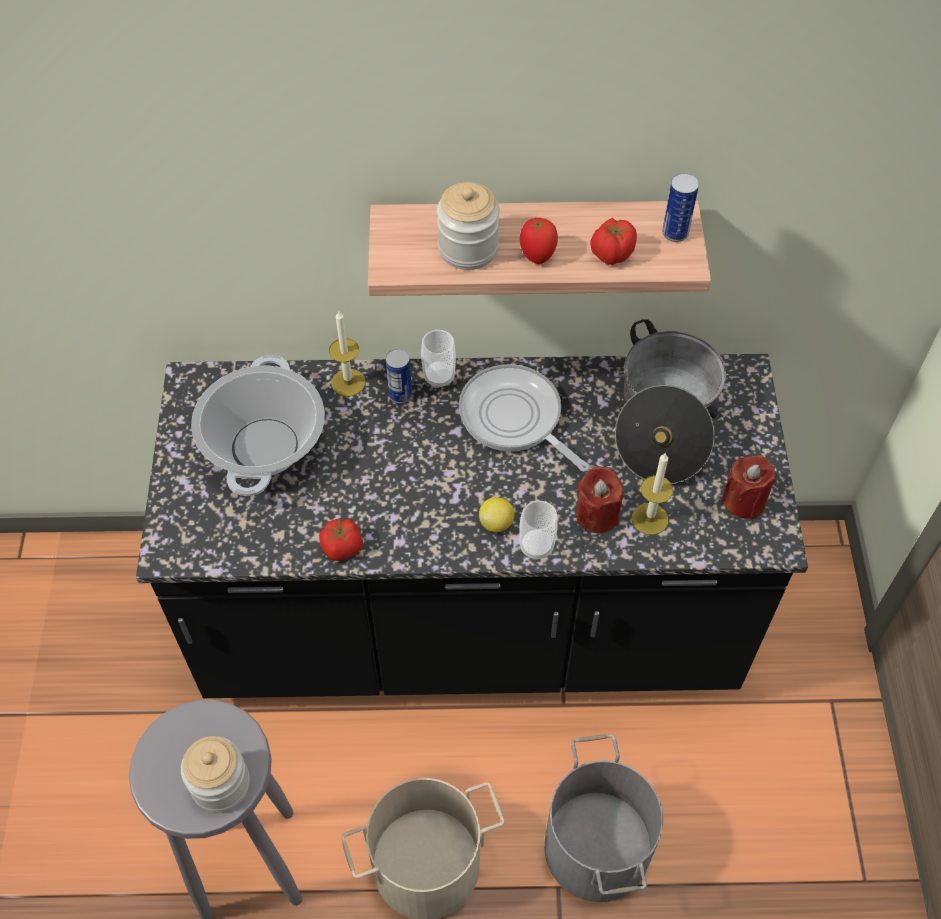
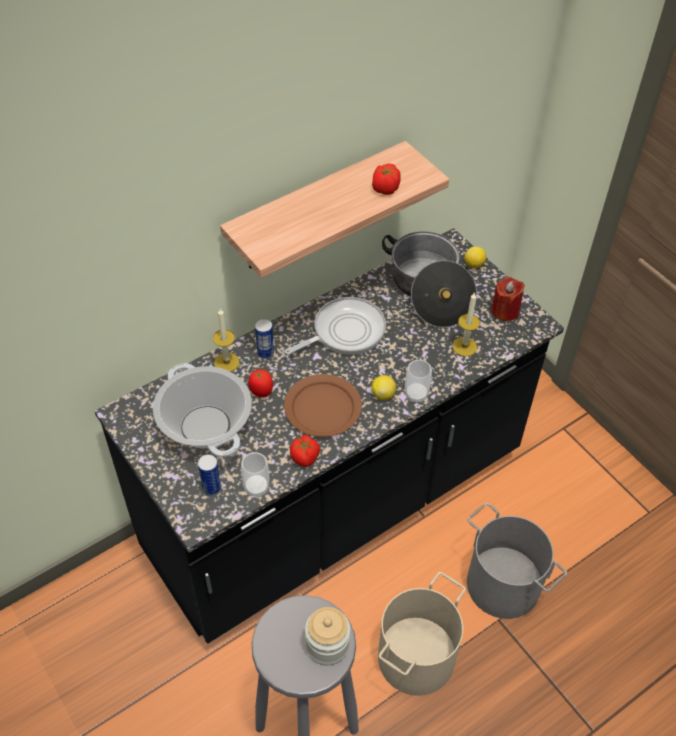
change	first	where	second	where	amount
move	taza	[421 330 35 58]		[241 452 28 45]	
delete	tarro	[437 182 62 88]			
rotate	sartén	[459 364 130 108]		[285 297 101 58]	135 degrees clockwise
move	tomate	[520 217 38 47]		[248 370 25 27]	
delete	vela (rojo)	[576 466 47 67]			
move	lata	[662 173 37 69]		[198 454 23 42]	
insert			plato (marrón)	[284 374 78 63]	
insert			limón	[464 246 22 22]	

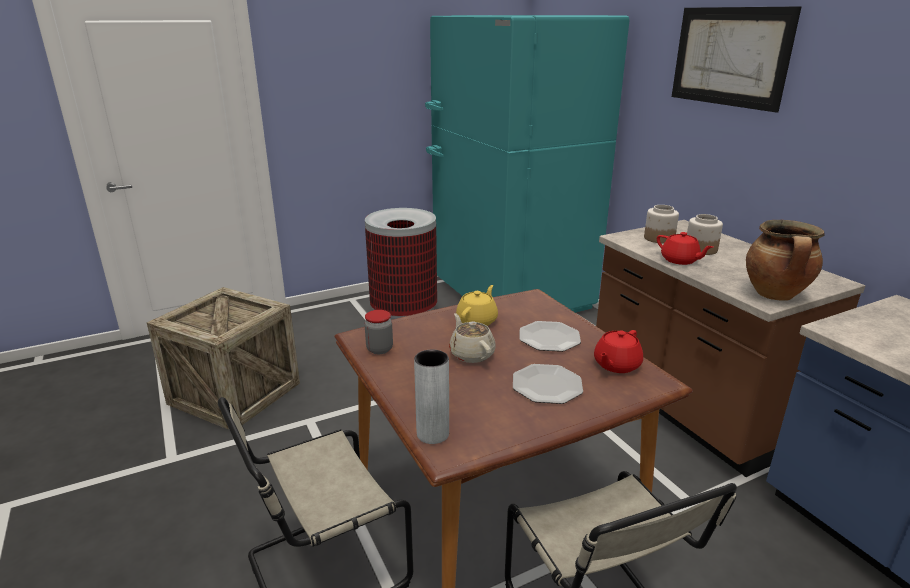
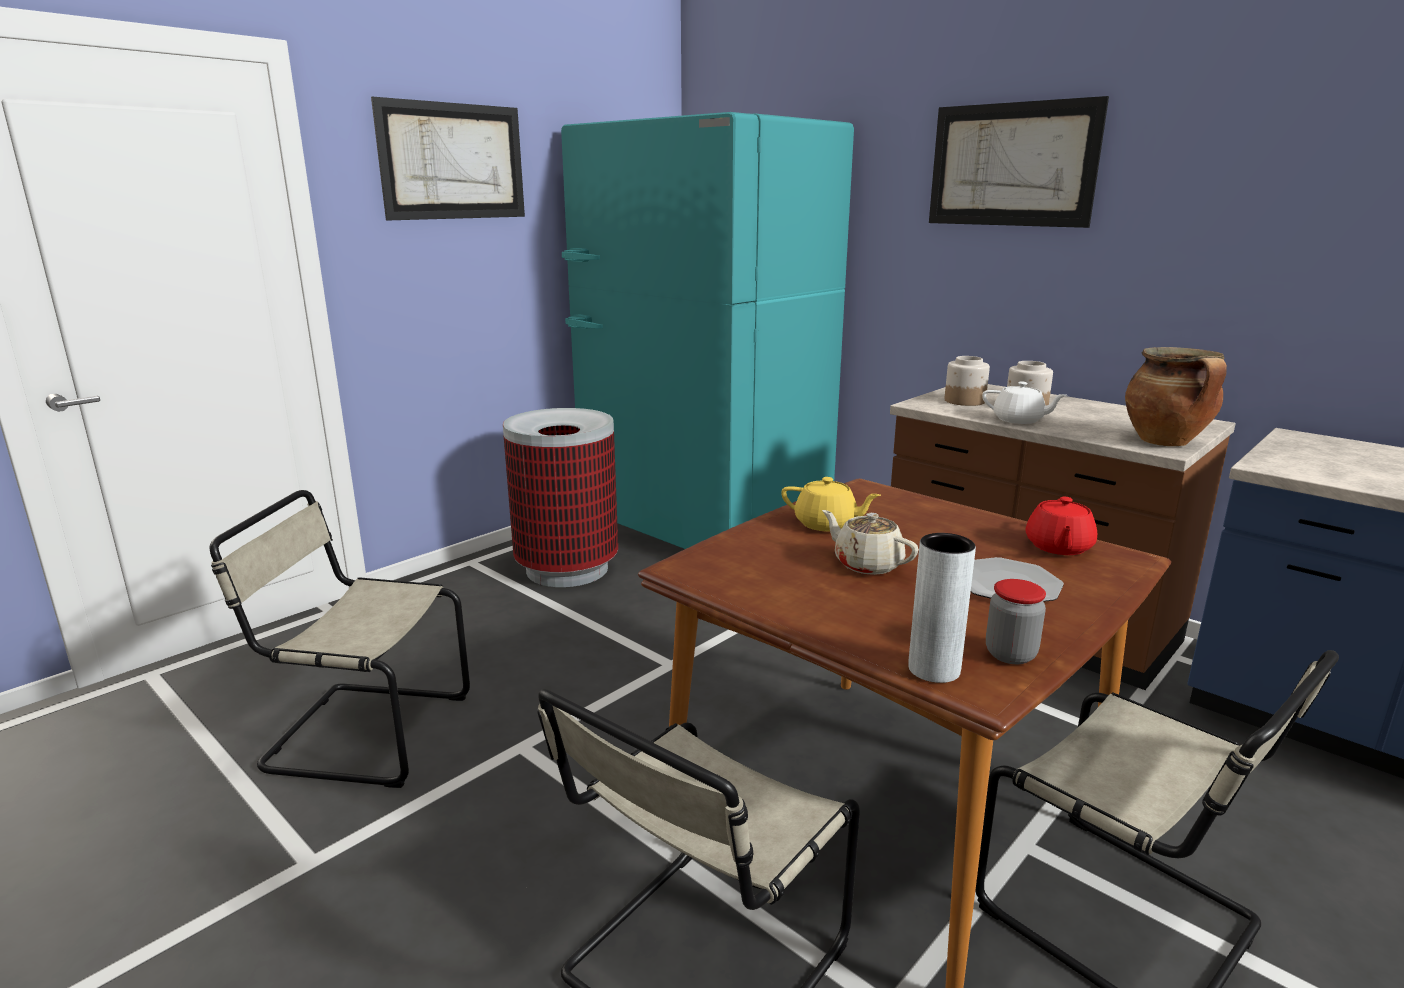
change	first	where	second	where	amount
replace	caja de embalaje	[147 287 153 143]	silla (beis)	[209 490 261 298]	
move	tarro	[364 310 29 44]		[986 579 60 85]	
rotate	tetera (amarillo)	[456 285 42 41]		[781 477 100 54]	105 degrees clockwise
delete	plato	[519 321 62 31]			
recolor	tetera (rojo)	[657 232 56 33]	tetera (blanco)	[982 382 85 42]	
insert			cuadro	[371 97 154 124]	

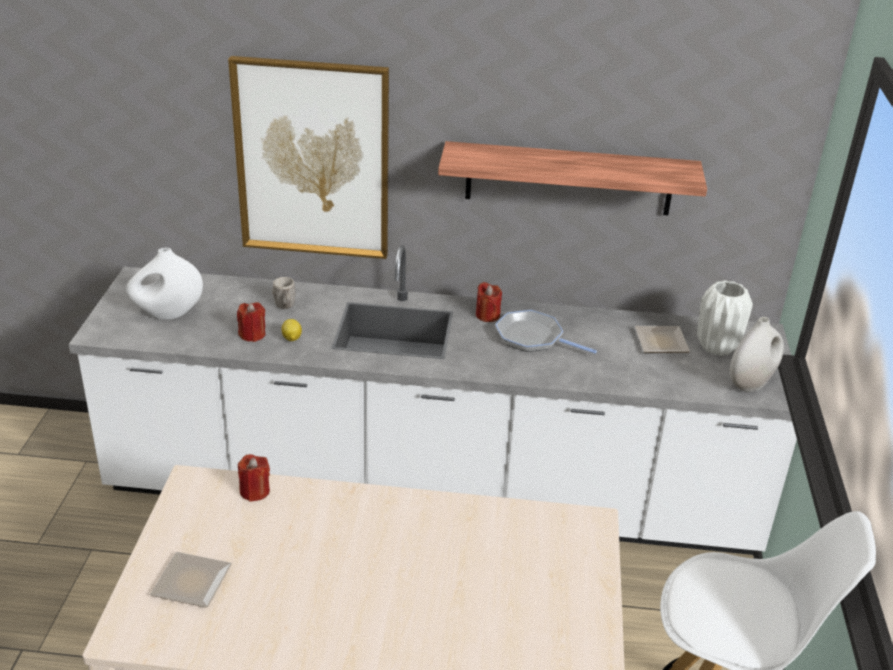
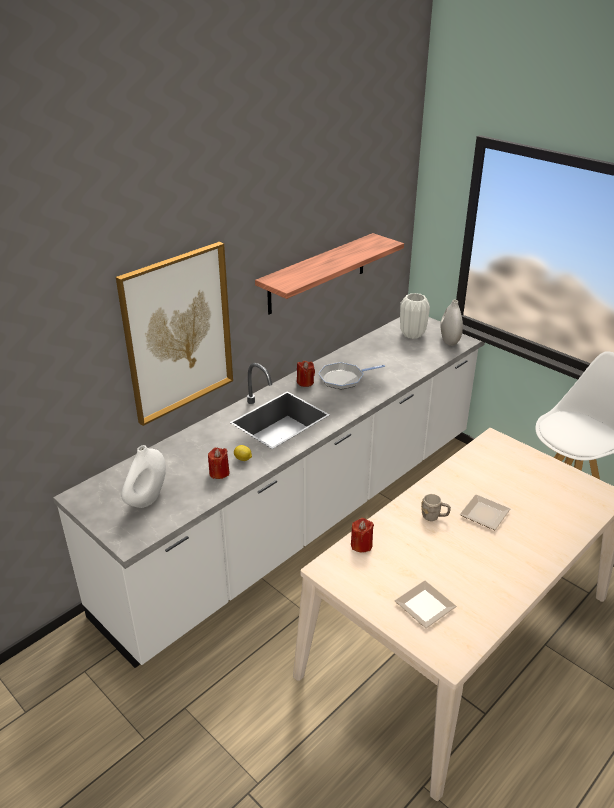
change	first	where	second	where	amount
move	taza grande (gris)	[272 277 23 32]		[421 494 30 27]	
move	plato	[635 326 55 27]		[460 494 50 36]	

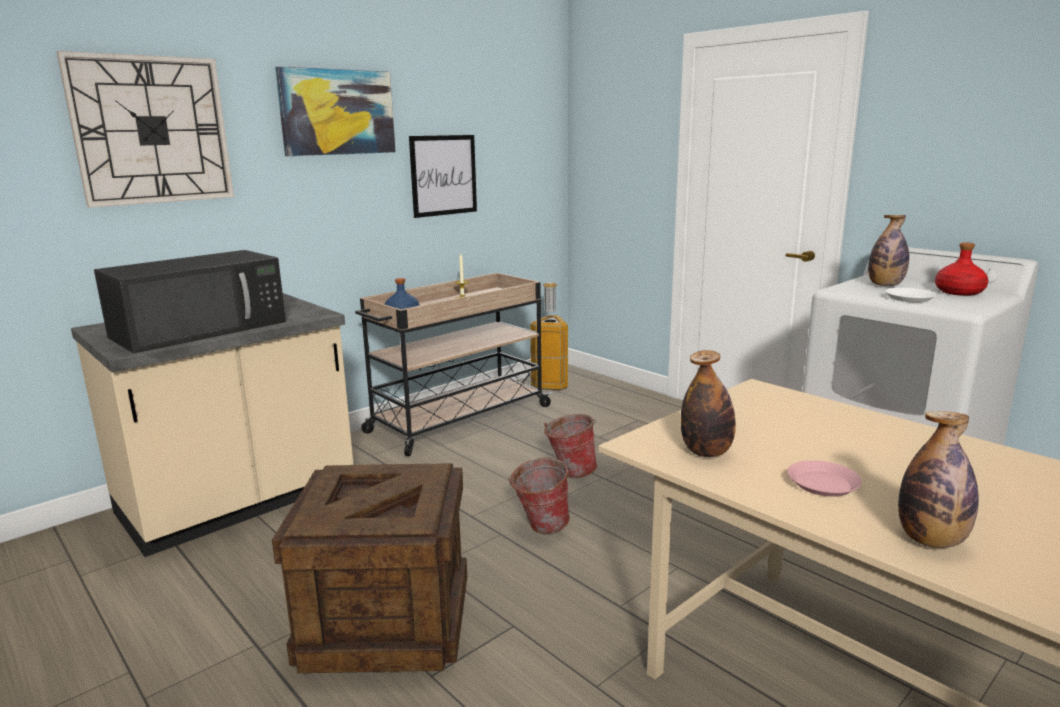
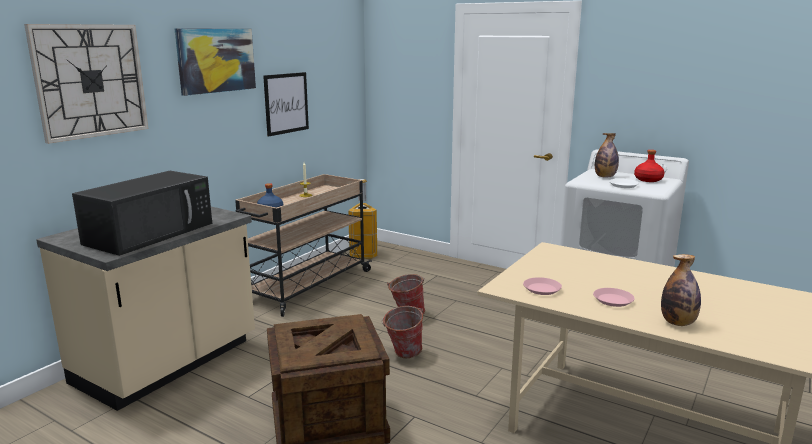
change	first	where	second	where	amount
replace	botella	[681 350 55 107]	plato (rosa)	[523 277 39 18]	

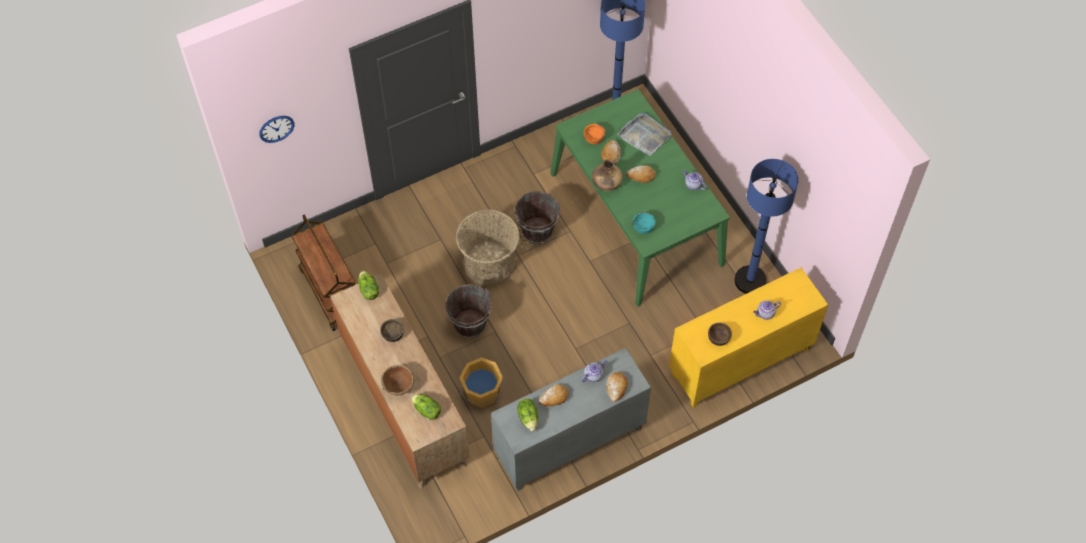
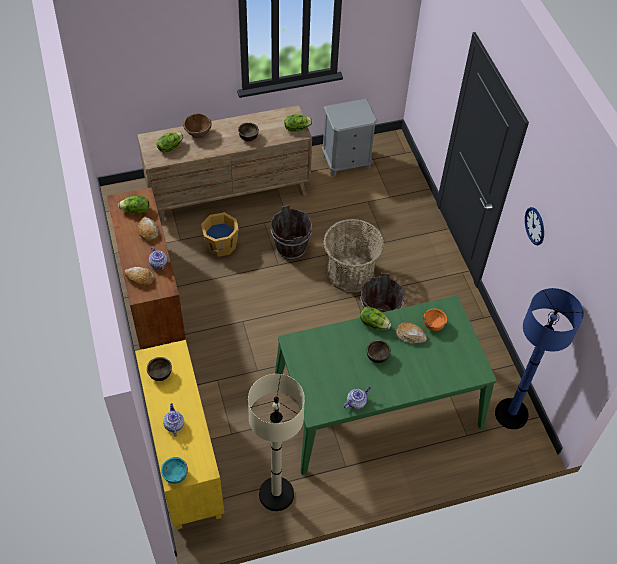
change	first	where	second	where	amount
move	reloj de pared	[259 116 36 27]		[525 207 19 38]	
replace	carrito (marrón)	[291 214 65 117]	mesita de noche (gris)	[322 99 55 78]	
recolor	armario (gris)	[491 348 160 143]	armario (marrón)	[107 187 79 162]	
replace	florero (marrón)	[592 159 31 32]	lechuga	[360 306 31 23]	
delete	bandeja (gris)	[617 112 55 44]			
replace	pan	[626 165 30 18]	cuenco (marrón)	[367 340 24 23]	
move	cuenco (turquesa)	[633 212 22 22]		[161 457 27 27]	
recolor	lámpara de pie (azul)	[734 159 65 135]	lámpara de pie (beis)	[248 374 57 137]	

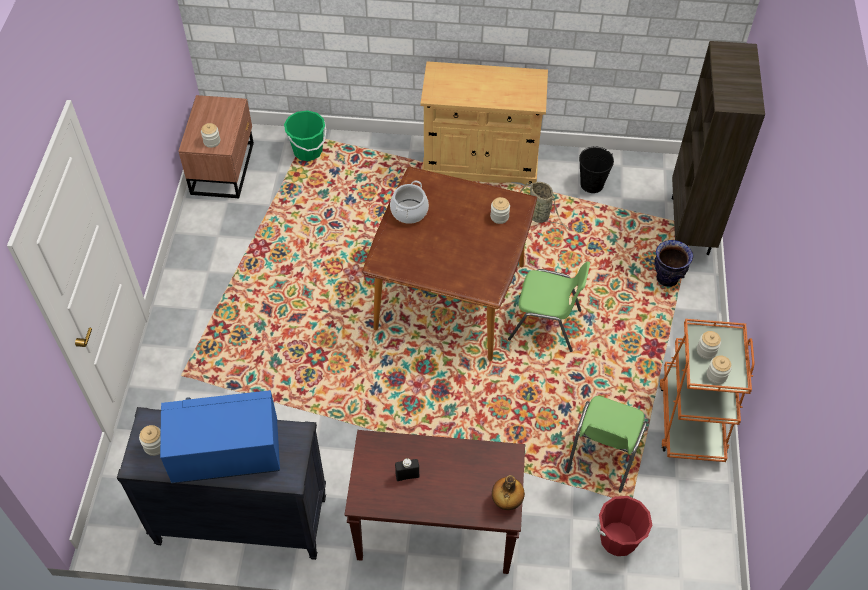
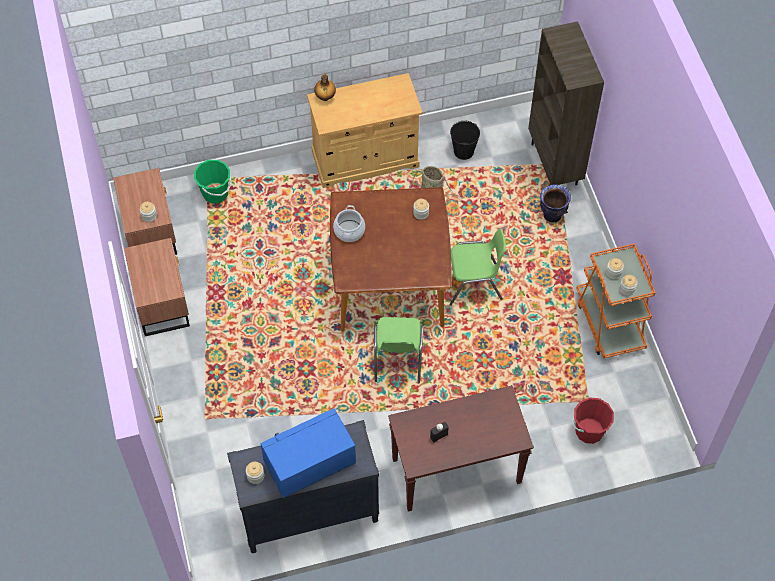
change	first	where	second	where	amount
move	botella	[492 475 33 35]		[314 74 22 27]	
move	silla (verde)	[566 396 81 96]		[374 317 50 66]	
insert			mesita de noche (marrón)	[124 238 66 98]	

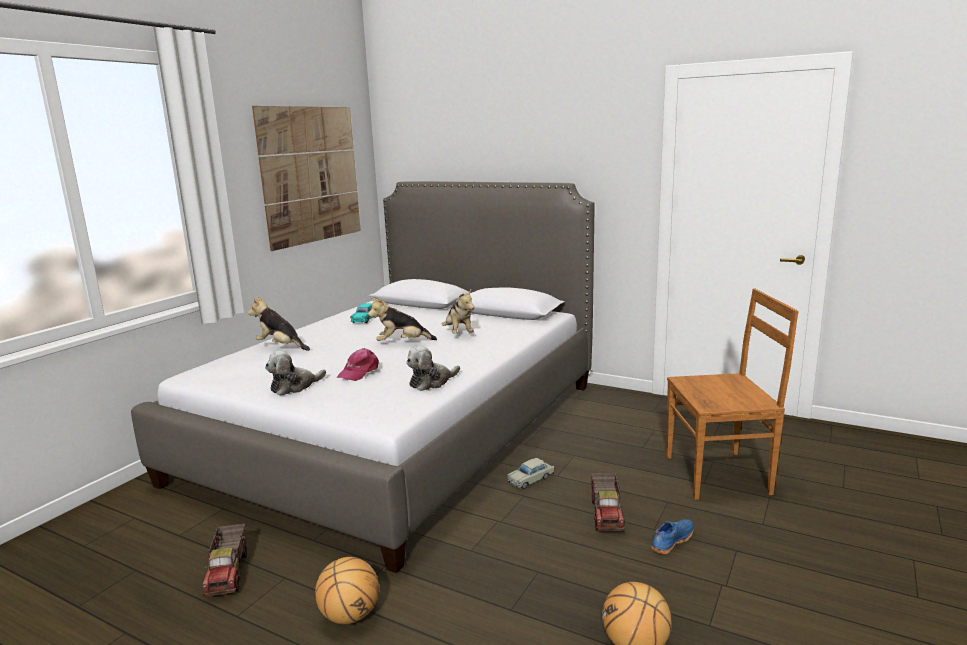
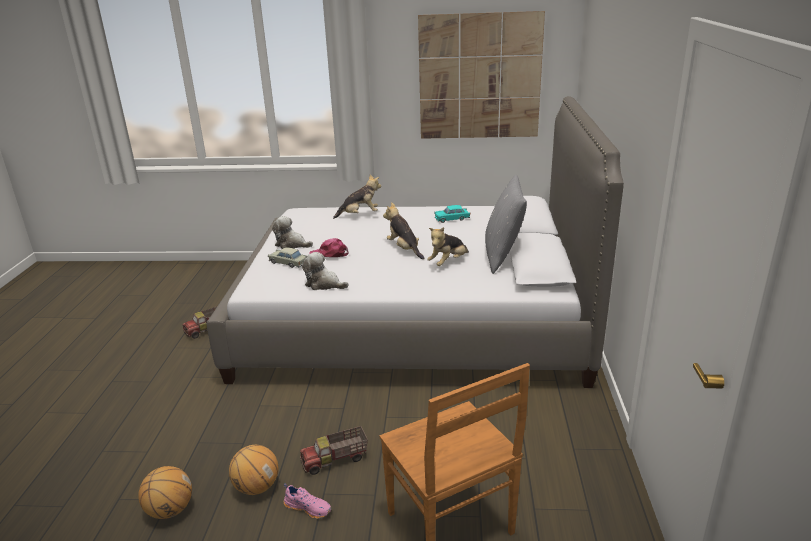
change	first	where	second	where	amount
rotate	peluche	[248 296 62 55]		[333 174 48 45]	75 degrees clockwise
move	balón de baloncesto	[315 557 64 67]		[229 445 49 50]	
move	coche de juguete (beis)	[507 458 48 31]		[268 247 39 21]	
recolor	zapato (azul)	[651 519 42 35]	zapato (rosa)	[283 484 48 35]	
insert			cojín (gris)	[485 175 42 99]	

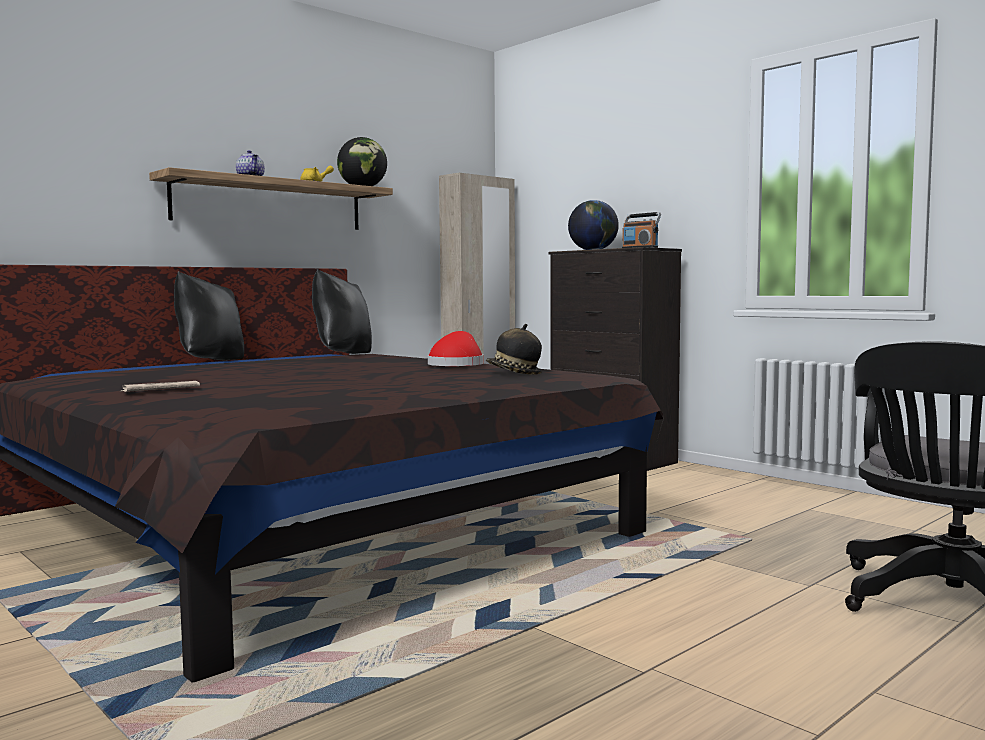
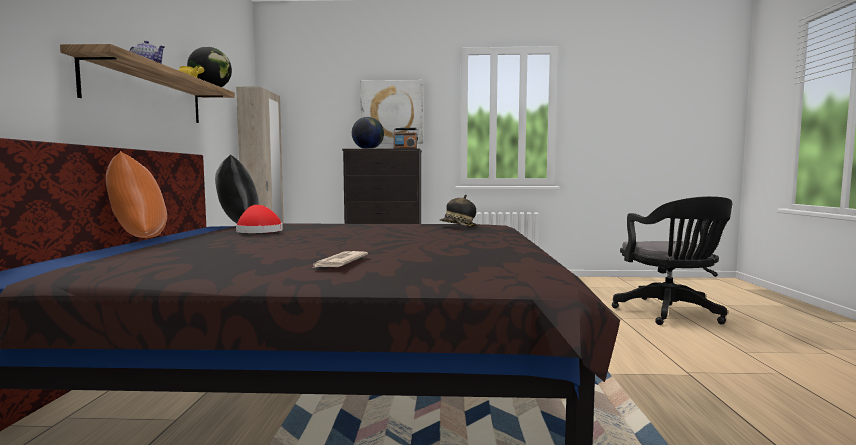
change	first	where	second	where	amount
recolor	cojín (negro)	[174 271 70 90]	cojín (naranja)	[106 151 61 87]	
move	sombrero (rojo)	[428 331 55 35]		[236 205 47 28]	
insert			cuadro	[360 80 63 64]	

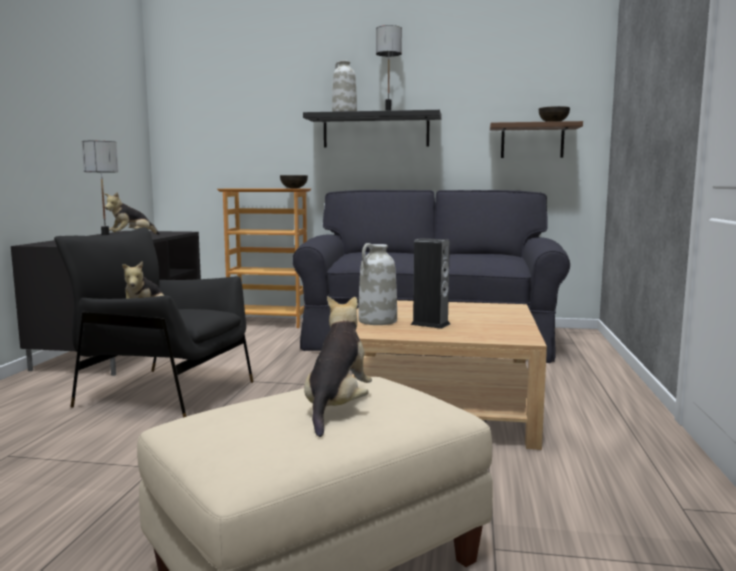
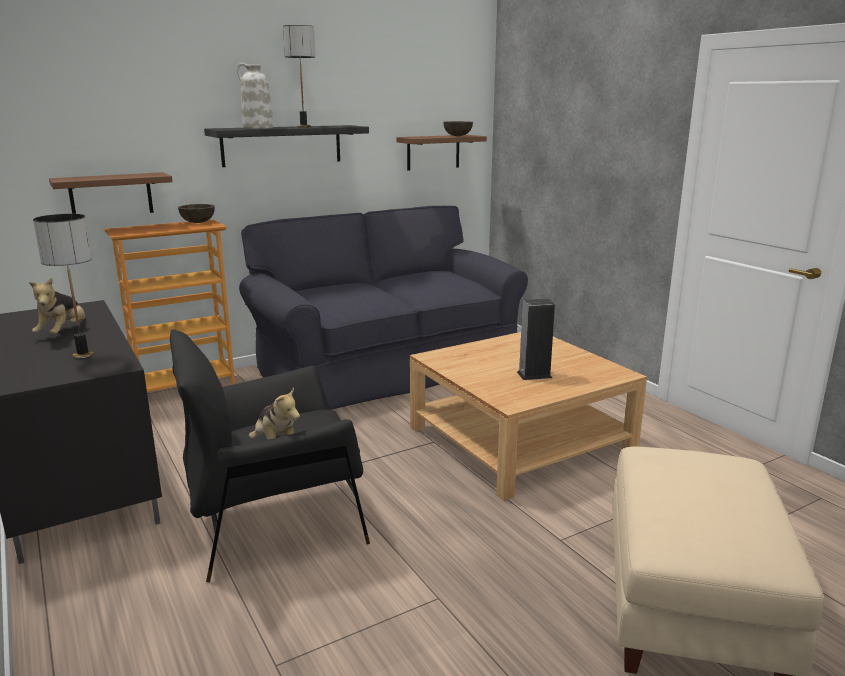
change	first	where	second	where	amount
delete	peluche	[304 296 68 141]			
delete	florero (blanco)	[359 243 38 82]			
insert			estante (marrón)	[49 172 124 42]	

